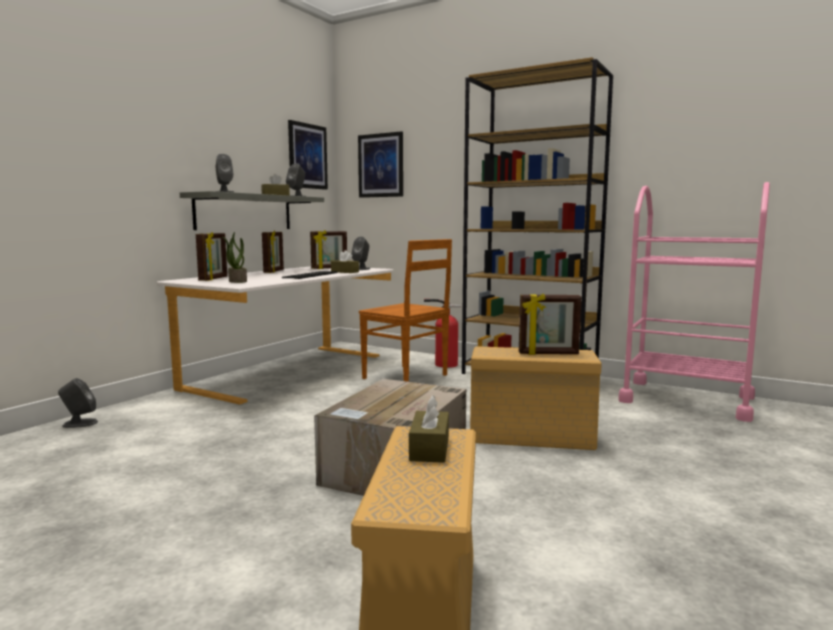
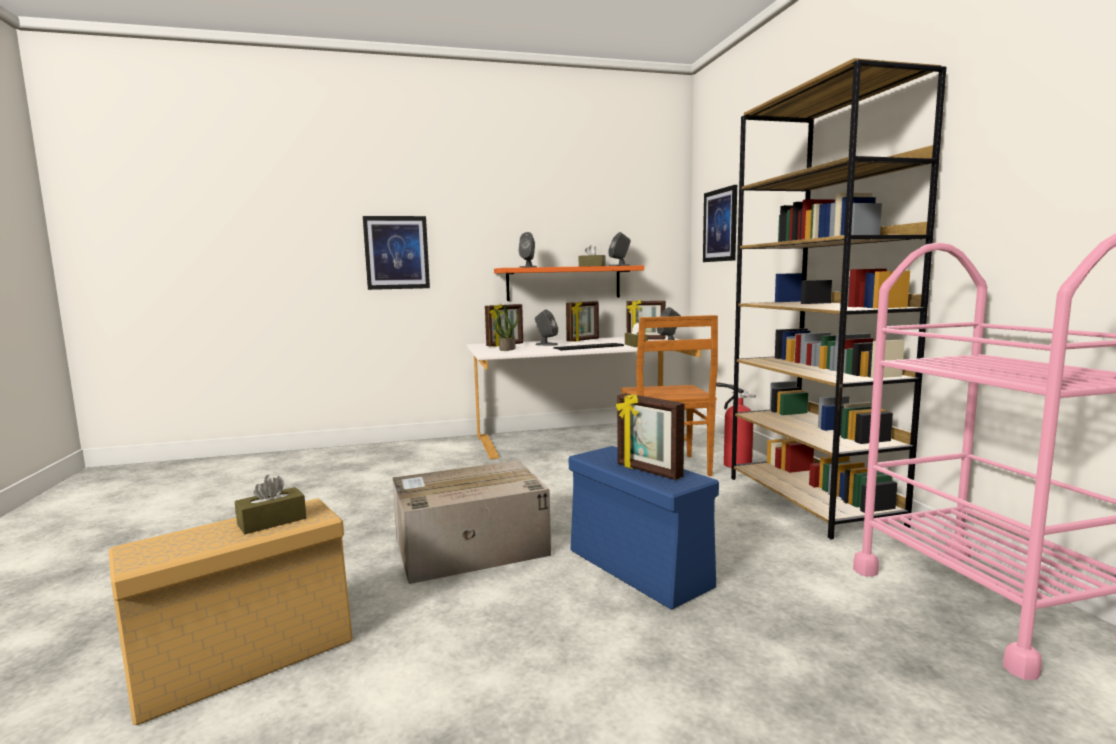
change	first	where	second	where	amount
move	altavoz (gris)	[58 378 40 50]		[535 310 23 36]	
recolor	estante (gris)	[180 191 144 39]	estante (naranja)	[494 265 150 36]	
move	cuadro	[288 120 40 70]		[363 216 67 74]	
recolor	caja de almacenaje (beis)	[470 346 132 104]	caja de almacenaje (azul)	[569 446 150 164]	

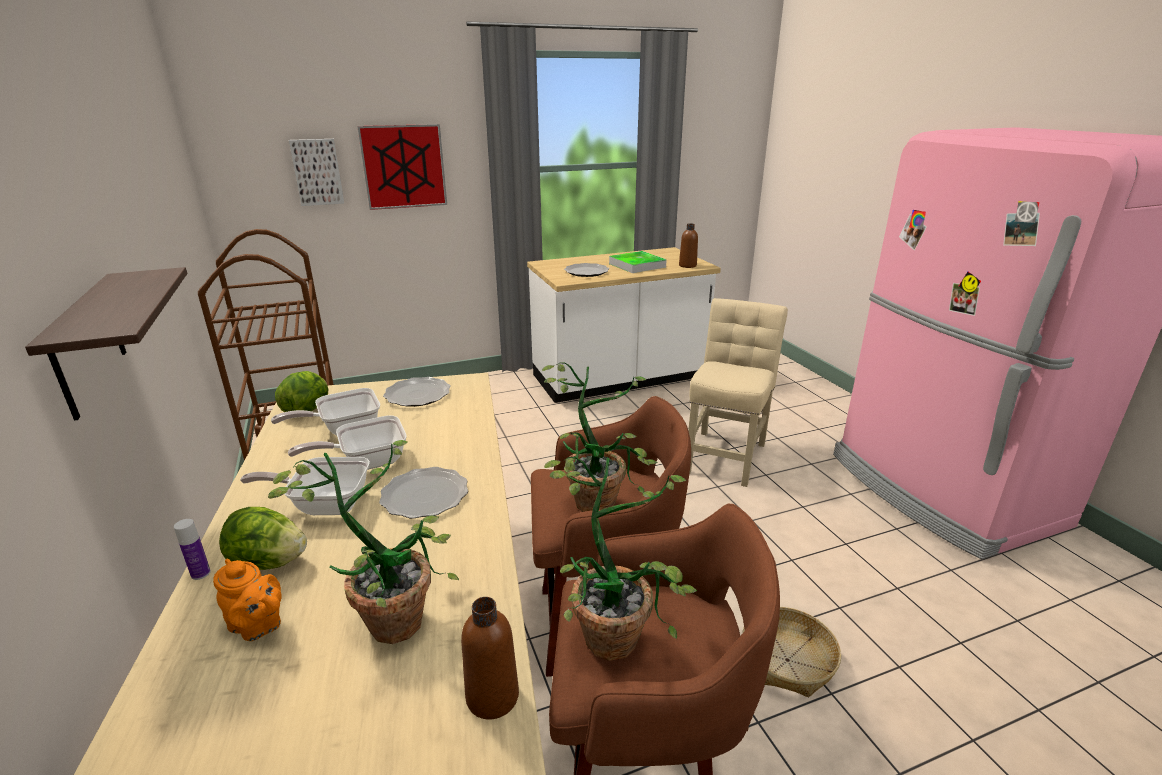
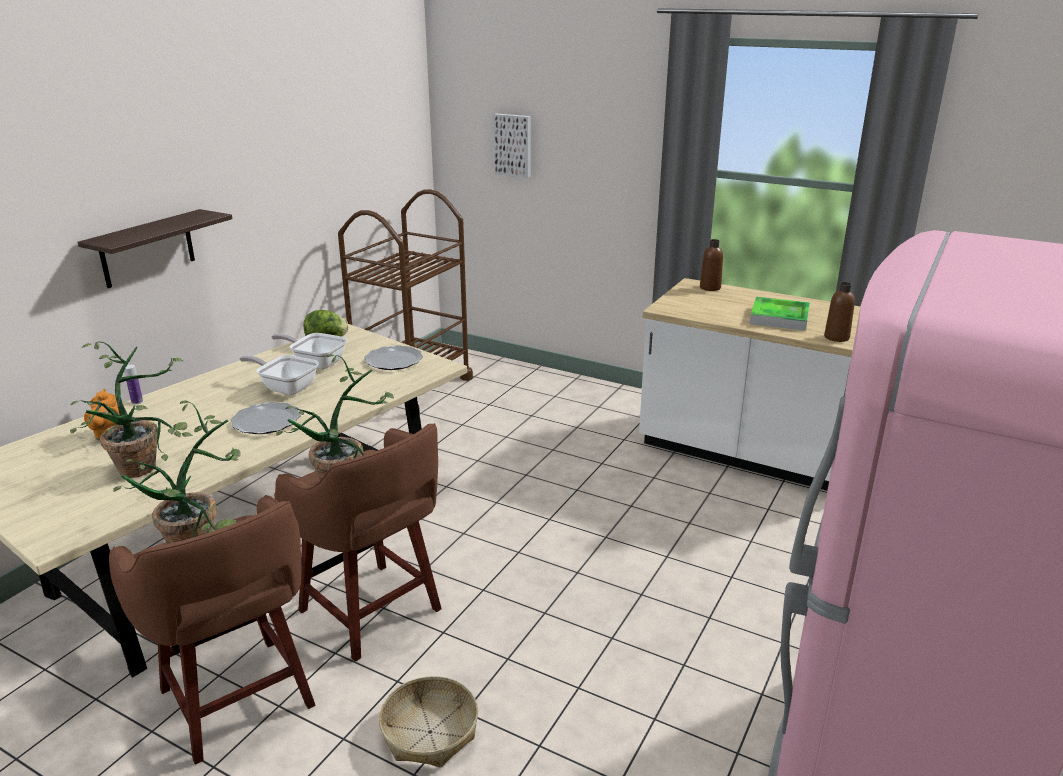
change	first	where	second	where	amount
delete	lechuga	[219 507 88 63]			
delete	sartén	[240 457 130 58]			
delete	cuadro	[357 124 90 86]			
move	botella (marrón)	[461 597 58 123]		[700 239 23 52]	
delete	plato	[564 263 45 14]			
delete	silla (beis)	[688 298 100 189]			

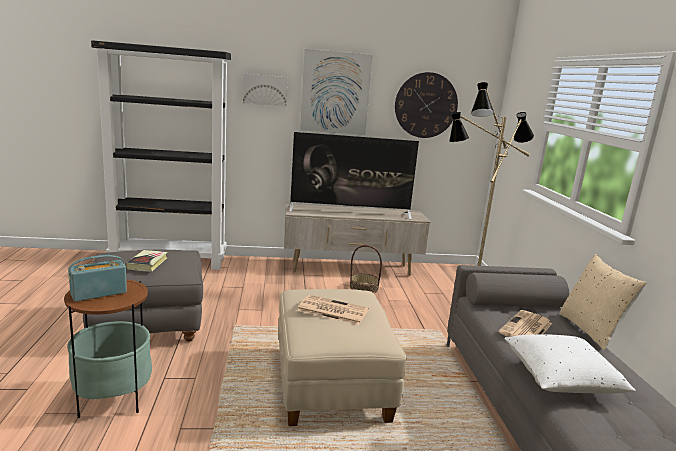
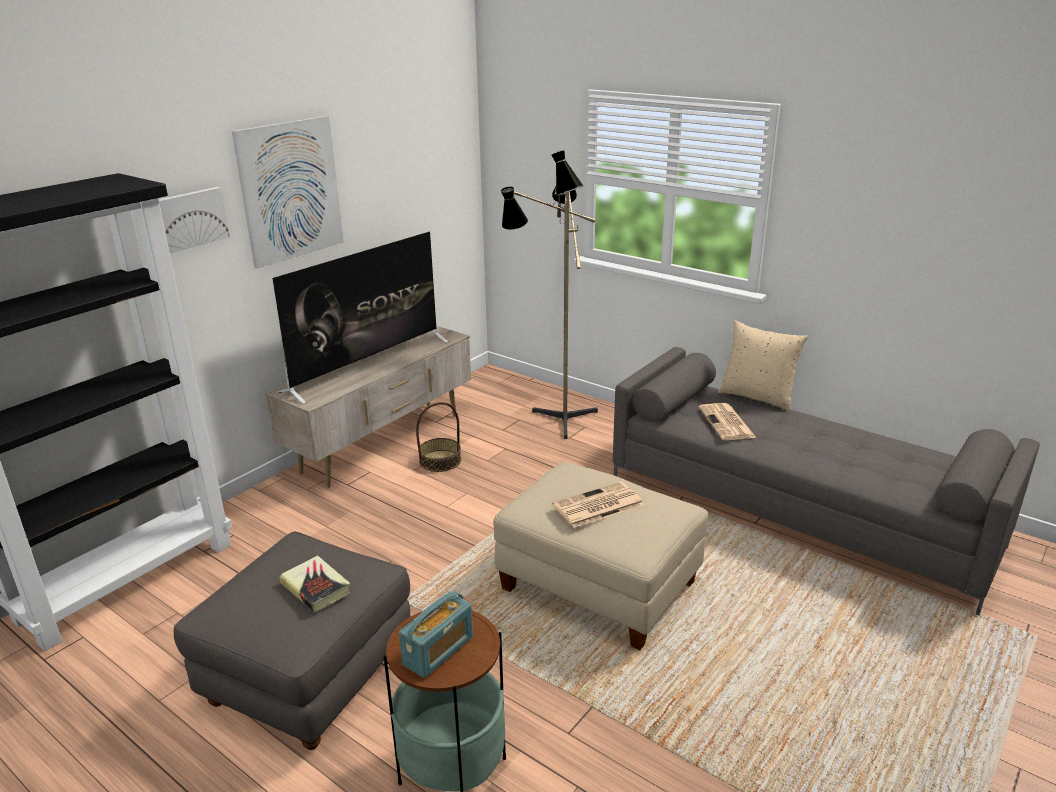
change	first	where	second	where	amount
rotate	radio	[68 255 59 47]		[399 592 74 86]	150 degrees counterclockwise
delete	reloj de pared	[395 72 63 66]			
delete	cojín (blanco)	[505 334 131 60]			

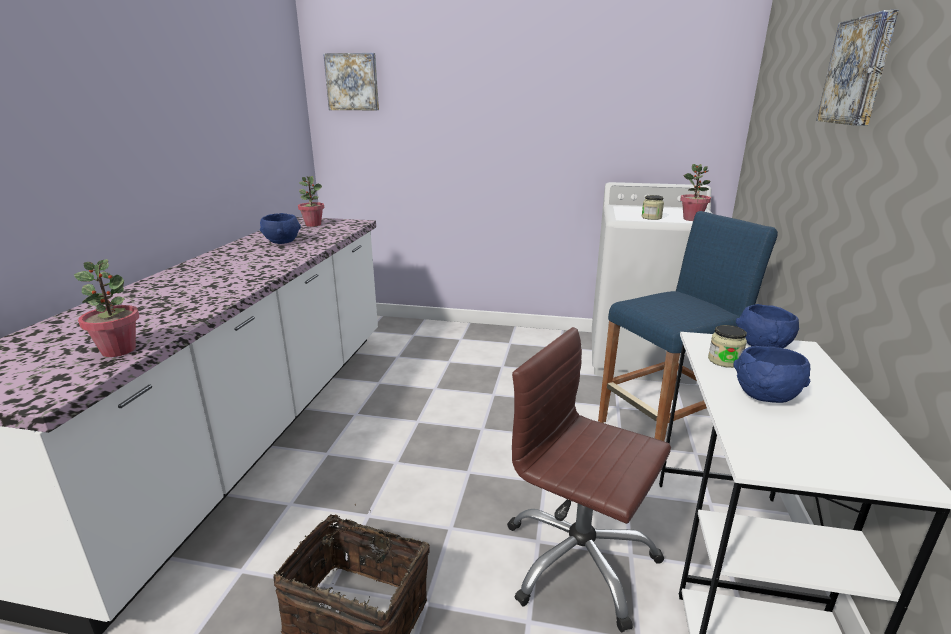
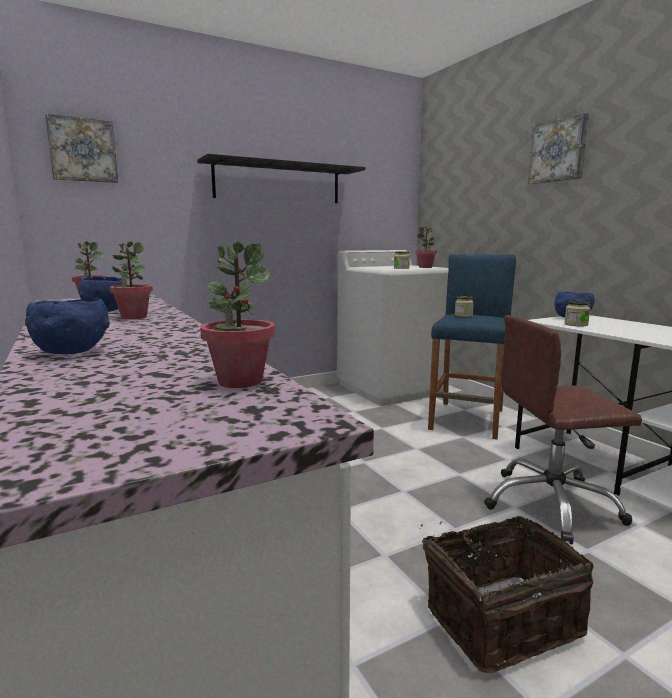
change	first	where	second	where	amount
move	cuenco (azul)	[734 346 76 57]		[25 299 84 55]	
insert			planta en maceta	[110 241 43 78]	
insert			estante (negro)	[197 154 168 49]	
insert			tarro	[455 296 19 21]	

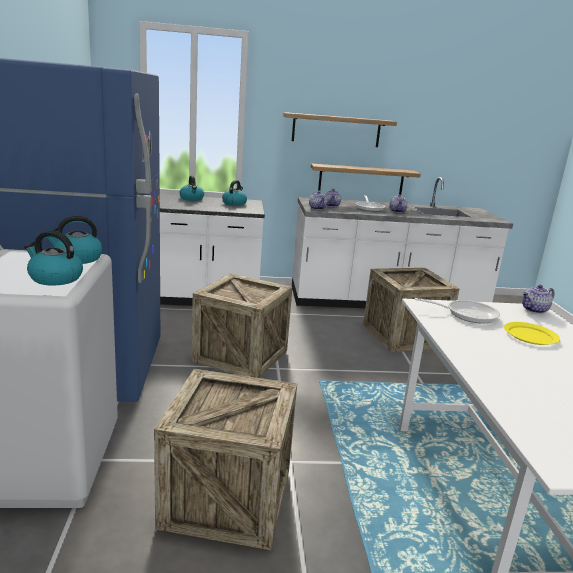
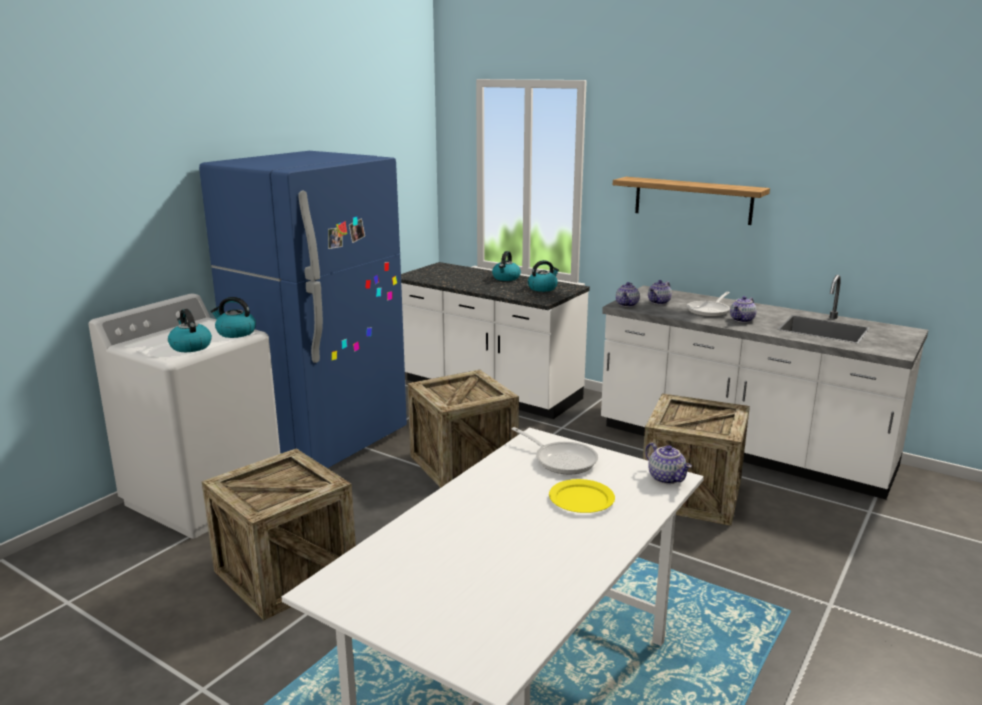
change	first	where	second	where	amount
delete	estante	[311 164 110 31]			
rotate	tetera	[522 285 33 29]		[645 443 47 41]	135 degrees counterclockwise

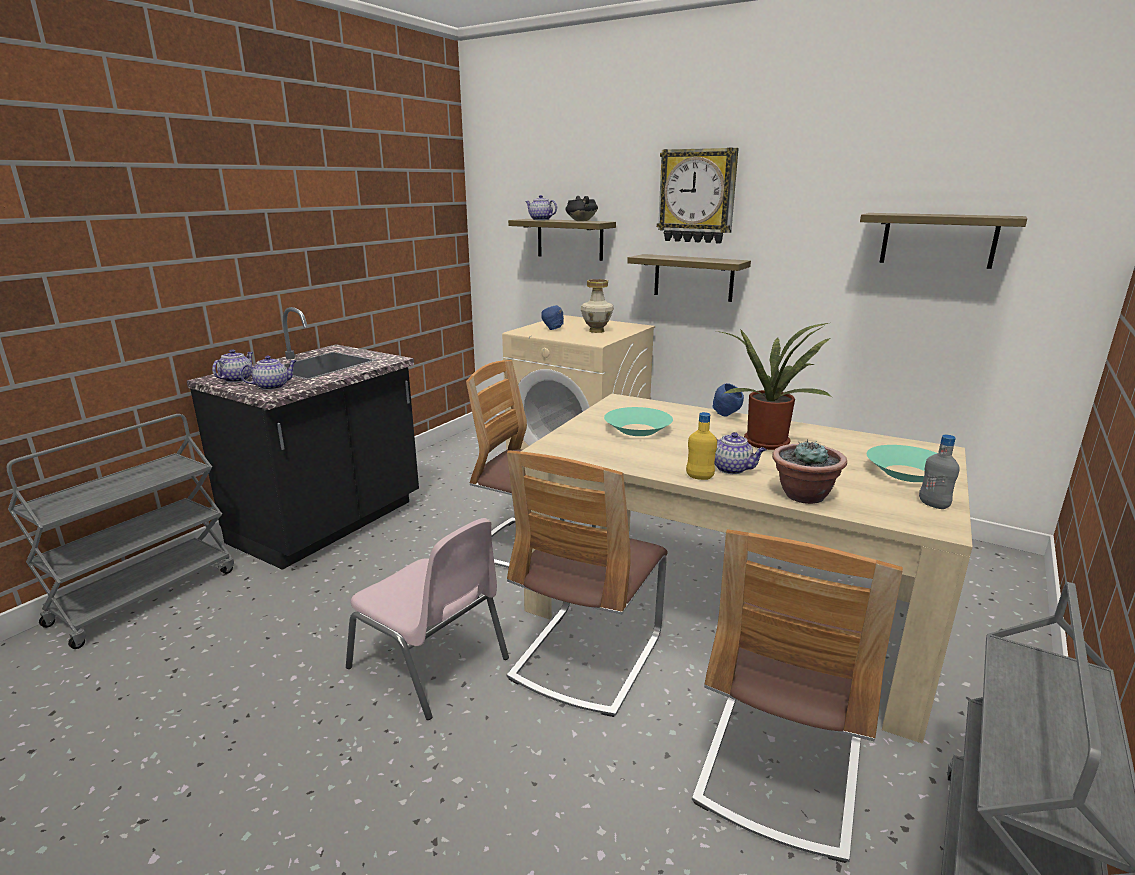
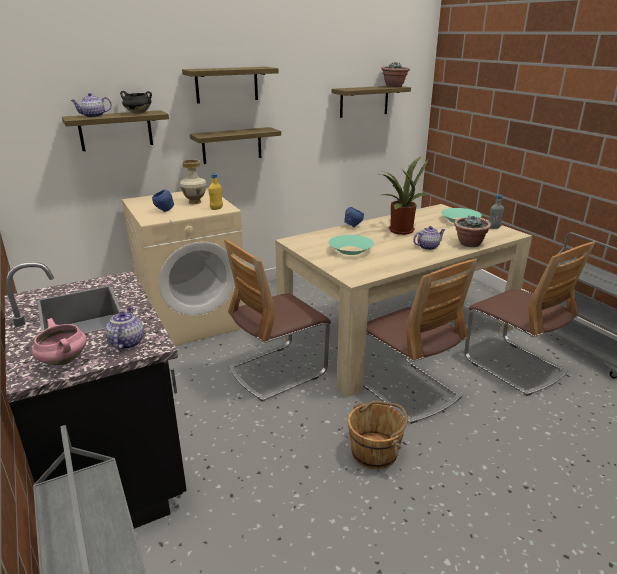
change	first	where	second	where	amount
replace	tetera	[212 349 41 34]	olla (rosa)	[32 318 55 47]	
replace	silla (rosa)	[346 518 163 202]	cubo (marrón)	[348 401 60 68]	
replace	reloj de pared	[657 148 82 96]	estante	[182 67 97 37]	
move	botella (amarillo)	[686 412 31 68]		[208 173 15 37]	
insert			planta en maceta	[381 62 29 25]	

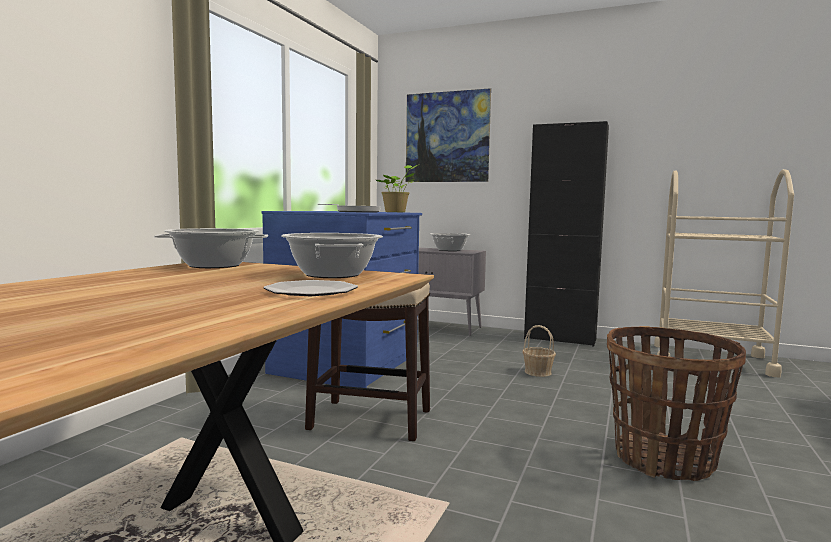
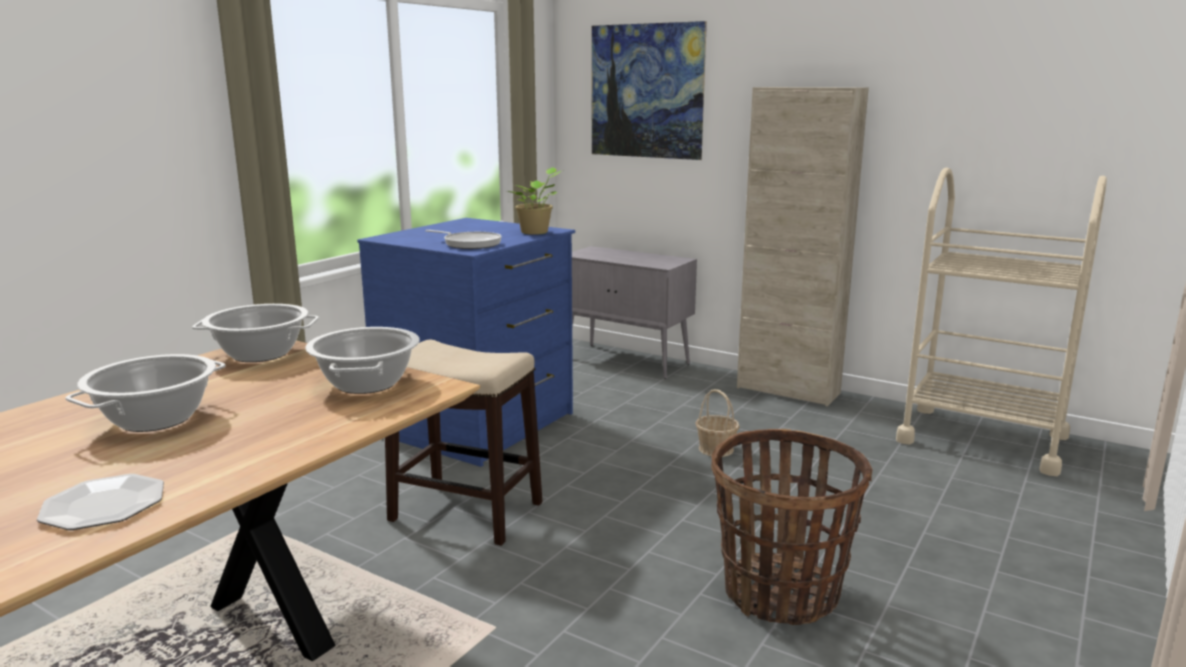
change	first	where	second	where	amount
move	plato	[263 280 95 16]		[37 474 127 56]	
move	olla	[430 233 40 18]		[65 354 161 78]	
recolor	armario (negro)	[524 121 85 225]	armario (beis)	[737 87 132 319]	

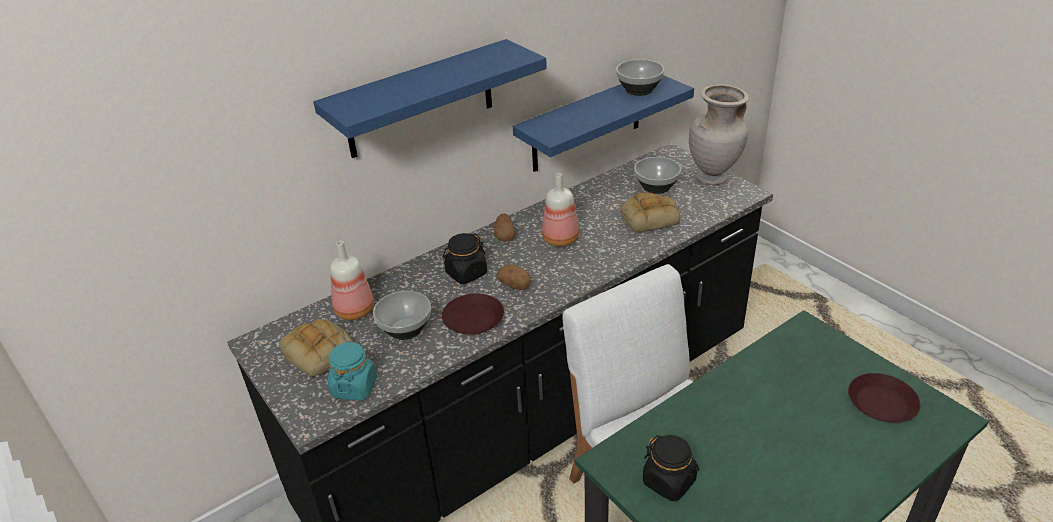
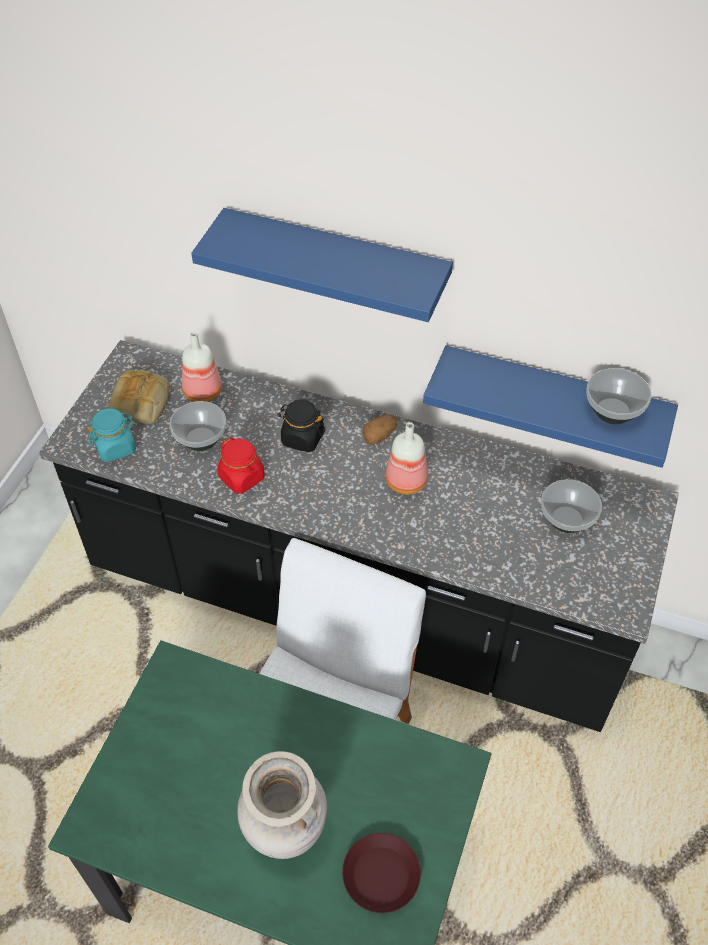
change	first	where	second	where	amount
replace	plato (marrón)	[442 293 62 42]	tarro (rojo)	[217 437 47 57]	
delete	patata	[497 265 34 25]			
delete	pan	[620 192 60 41]			
delete	tarro (negro)	[643 435 56 66]			
move	florero (beis)	[689 84 60 101]		[237 751 90 108]	

